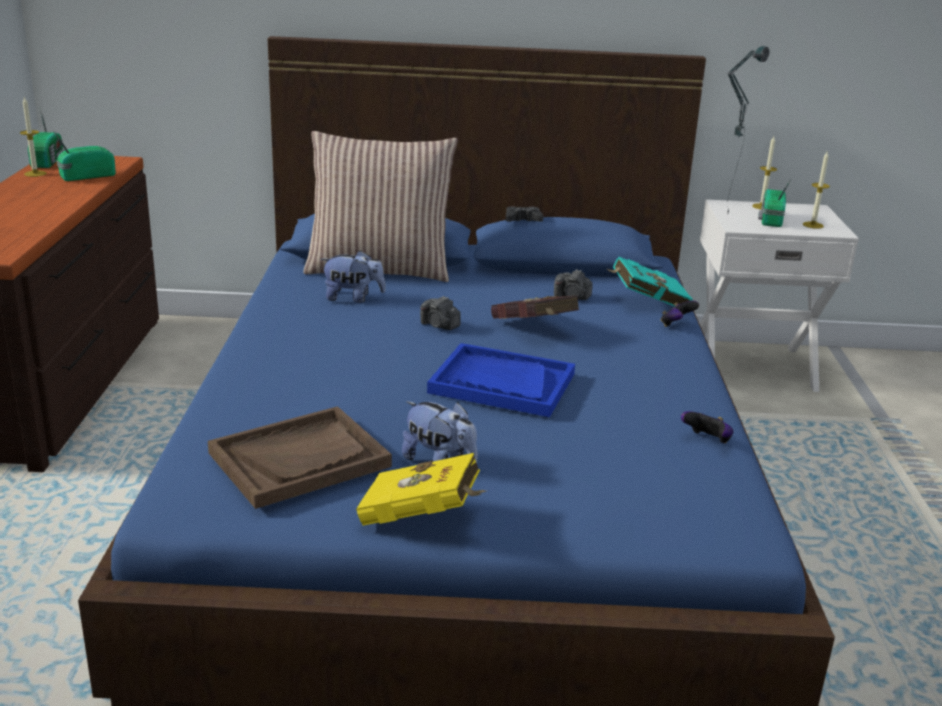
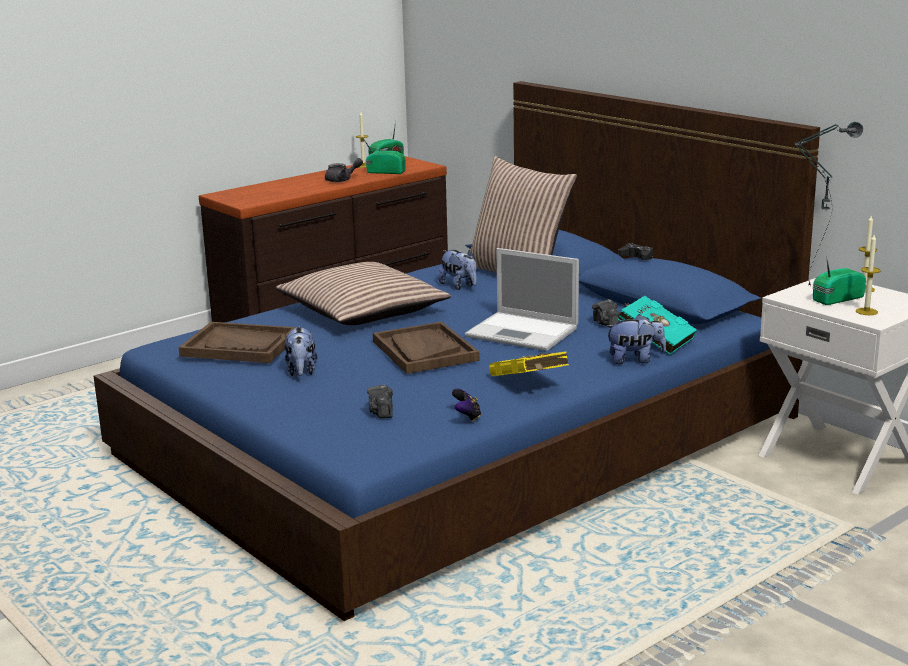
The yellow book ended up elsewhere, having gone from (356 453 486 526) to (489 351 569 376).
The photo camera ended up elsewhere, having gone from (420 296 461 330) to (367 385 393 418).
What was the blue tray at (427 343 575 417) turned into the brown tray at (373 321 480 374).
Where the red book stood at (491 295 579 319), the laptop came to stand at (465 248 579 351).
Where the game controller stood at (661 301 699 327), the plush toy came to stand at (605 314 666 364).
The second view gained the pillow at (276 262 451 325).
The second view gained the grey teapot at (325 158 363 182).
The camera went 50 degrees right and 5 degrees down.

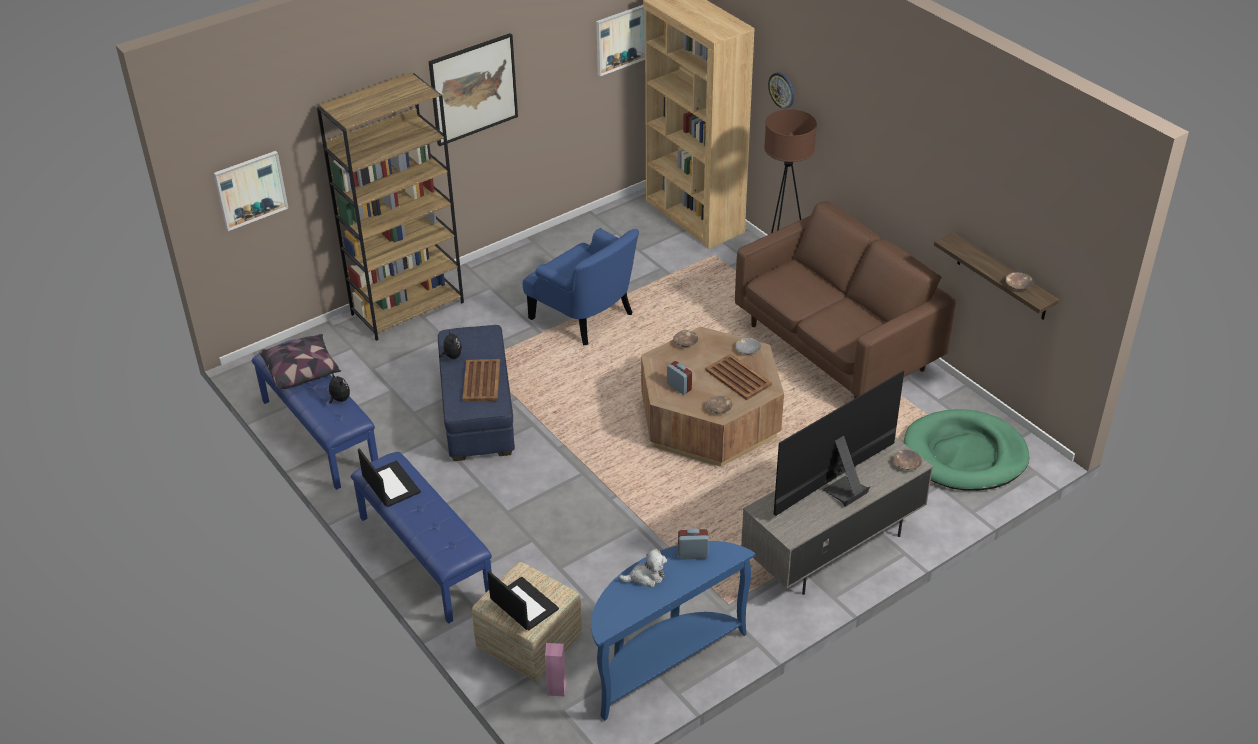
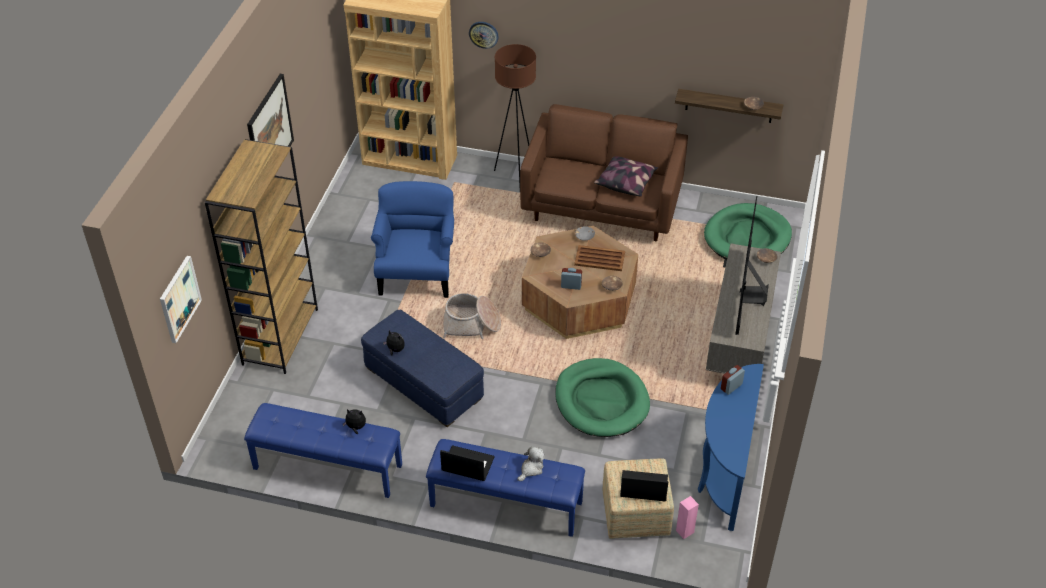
The pillow ended up elsewhere, having gone from (259 334 341 390) to (594 156 658 197).
The second view lost the brown tray at (463 359 500 401).
The blue armchair at (523 228 639 346) ended up facing another way, 90 degrees counterclockwise from before.
The second view lost the picture at (596 5 645 76).
The plush toy ended up elsewhere, having gone from (619 549 667 588) to (517 446 545 481).
The second view gained the basket at (443 293 501 339).
The second view gained the green dog bed at (555 358 650 437).
The camera went 40 degrees left and 5 degrees up.

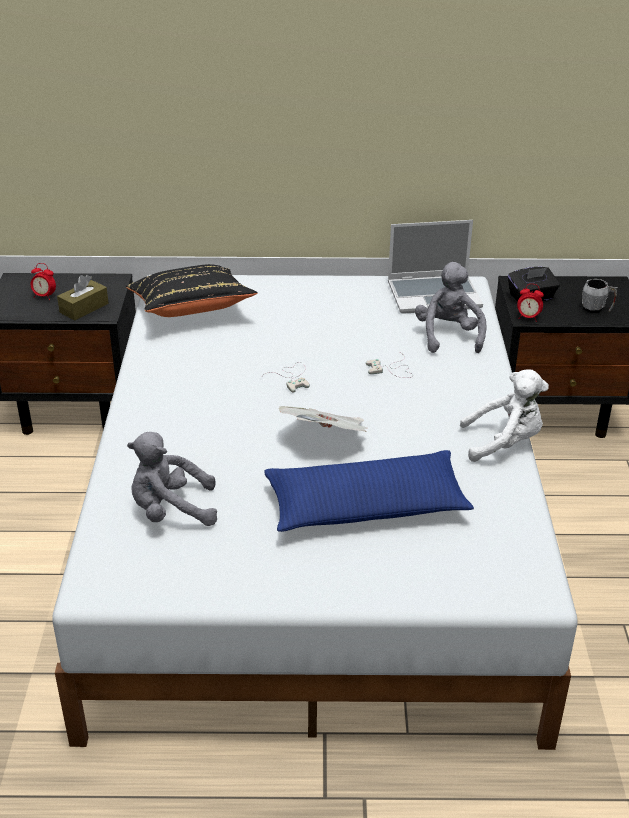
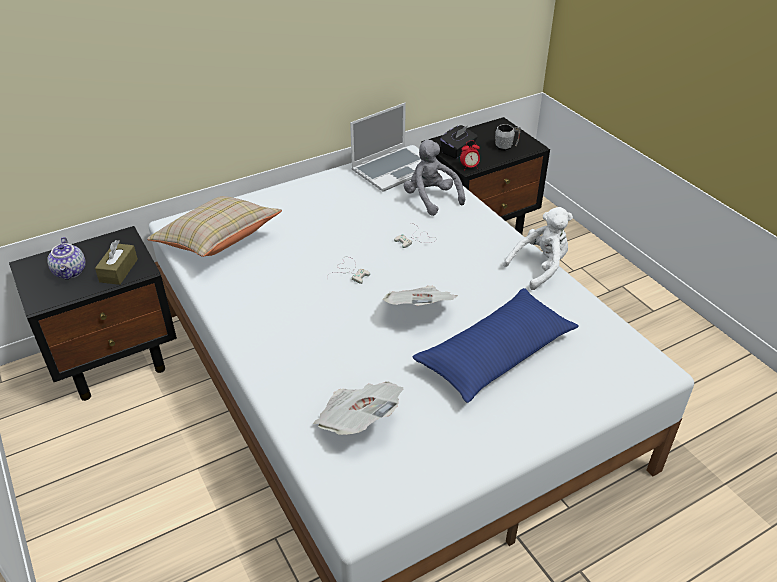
Where the alarm clock stood at (31 263 56 300), the teapot came to stand at (47 237 86 280).
What was the black pillow at (126 264 257 317) turned into the beige pillow at (147 196 282 257).
Where the grey plush toy stood at (127 432 217 526), the newspaper came to stand at (313 382 403 435).
The camera went 30 degrees left and 5 degrees up.

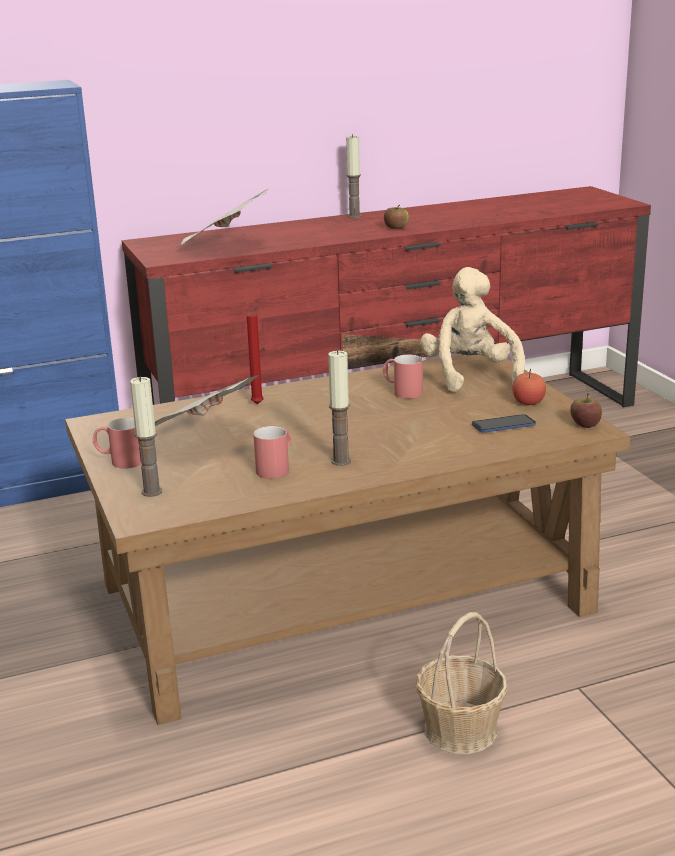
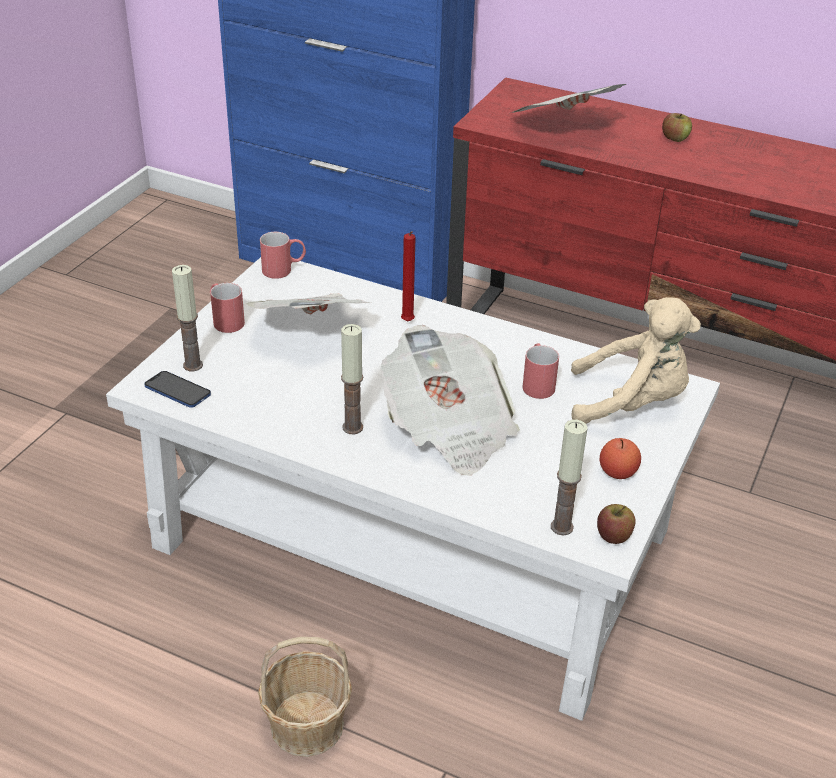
What was the brown coffee table at (65 355 630 725) turned into the white coffee table at (106 257 720 721).
The red mug ended up elsewhere, having gone from (253 426 291 479) to (260 232 306 279).
The candle ended up elsewhere, having gone from (346 134 361 218) to (551 420 588 535).
The apple ended up elsewhere, having gone from (384 204 409 229) to (662 113 692 142).
The beige plush toy at (420 267 525 392) ended up facing another way, 60 degrees clockwise from before.
The phone ended up elsewhere, having gone from (472 414 536 433) to (144 371 211 408).
The second view gained the newspaper at (380 325 520 476).
The camera went 45 degrees right and 15 degrees up.

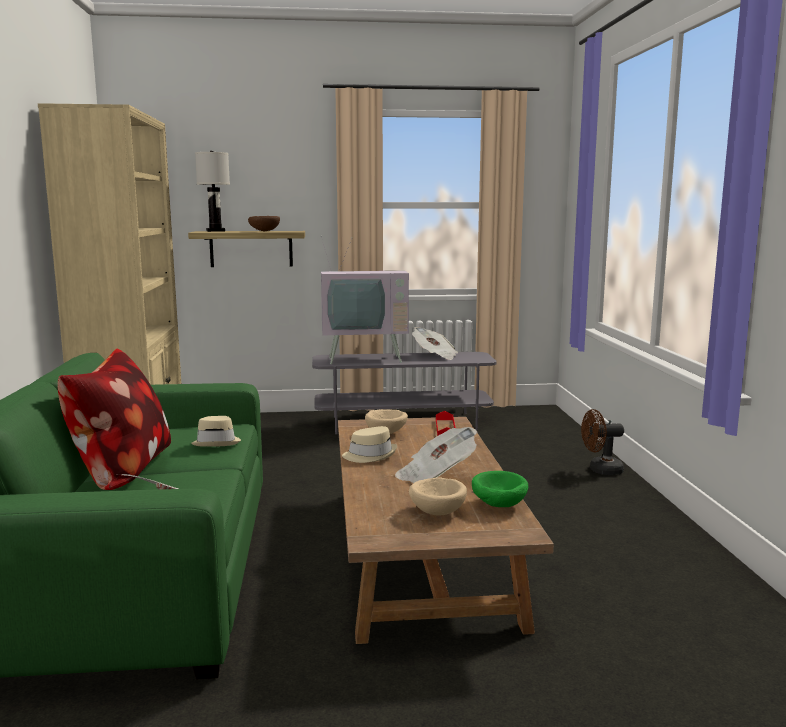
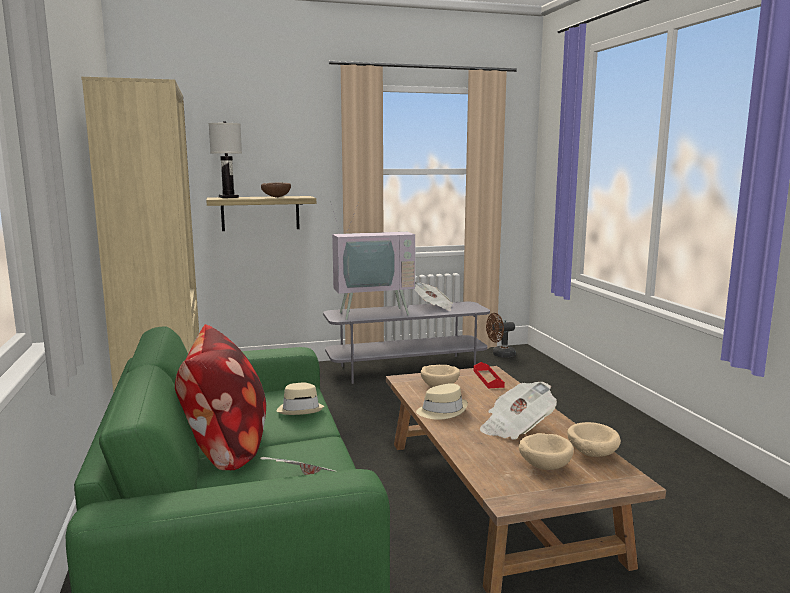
What was the green bowl at (472 471 528 507) turned into the beige bowl at (567 422 621 457).
The brown fan ended up elsewhere, having gone from (581 409 624 475) to (486 313 516 358).
The camera went 10 degrees left and 0 degrees up.

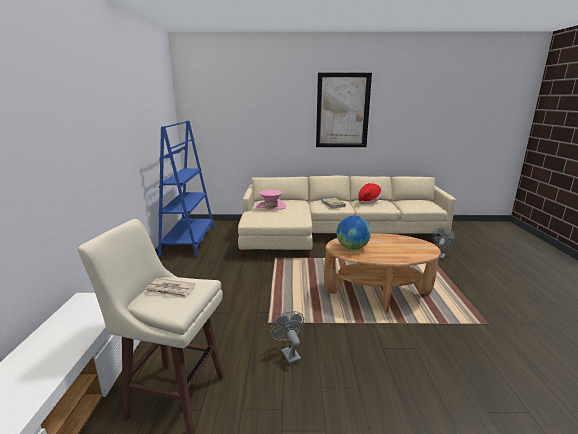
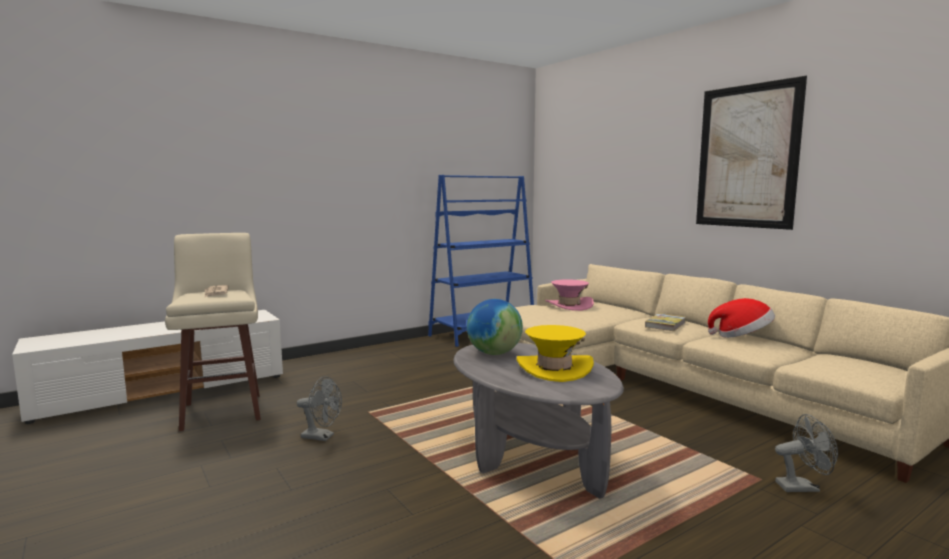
The grey fan at (270 311 304 364) ended up facing another way, 75 degrees clockwise from before.
What was the brown coffee table at (324 233 441 313) turned into the grey coffee table at (454 343 624 499).
The second view gained the yellow hat at (516 325 594 382).
The camera went 55 degrees right and 10 degrees down.

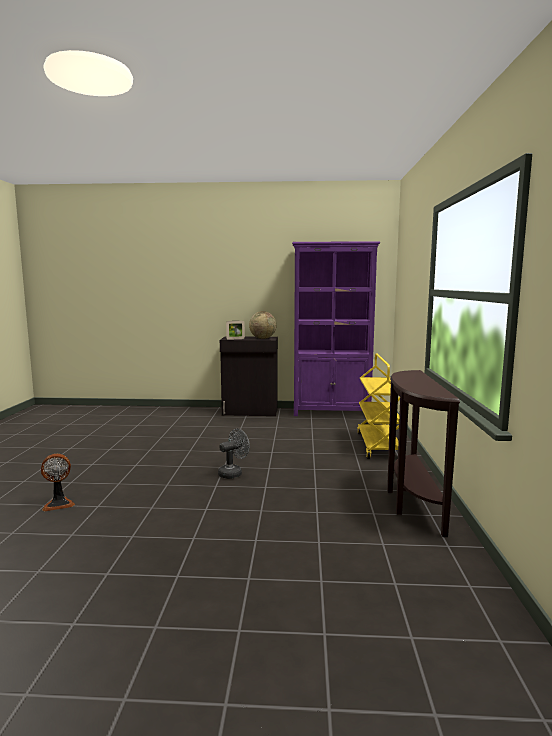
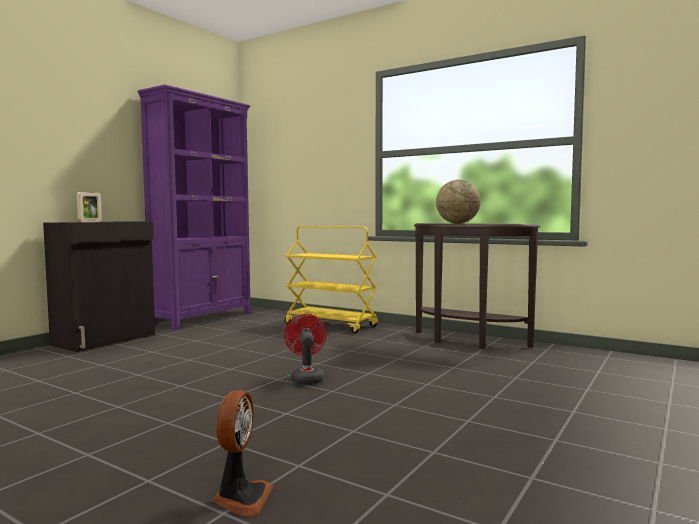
What was the grey fan at (218 428 250 479) turned into the red fan at (284 314 327 385).
The globe ended up elsewhere, having gone from (249 311 277 339) to (436 180 481 224).
The camera went 60 degrees left and 5 degrees down.

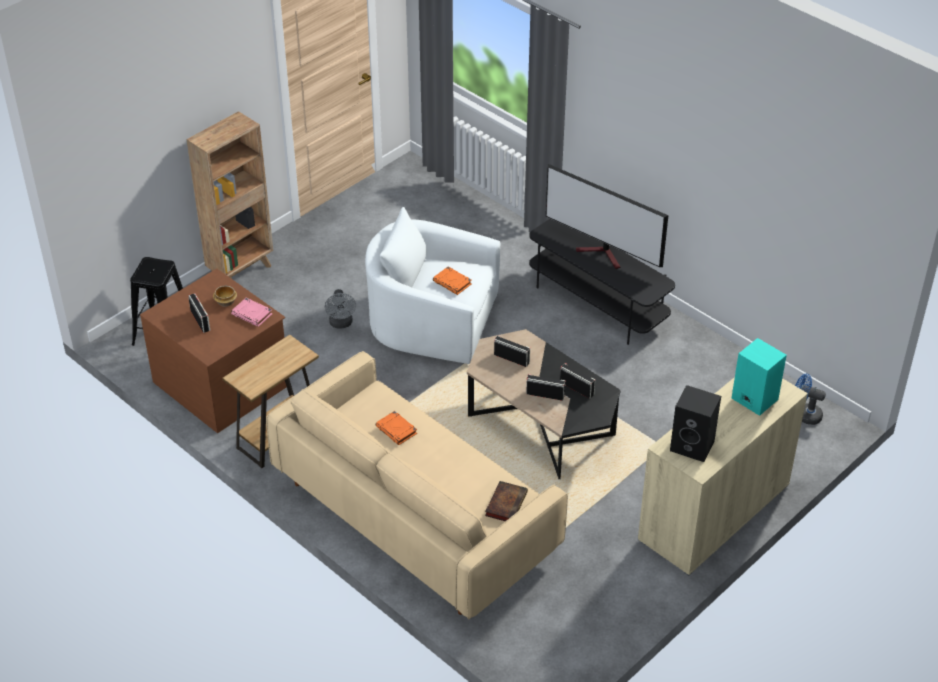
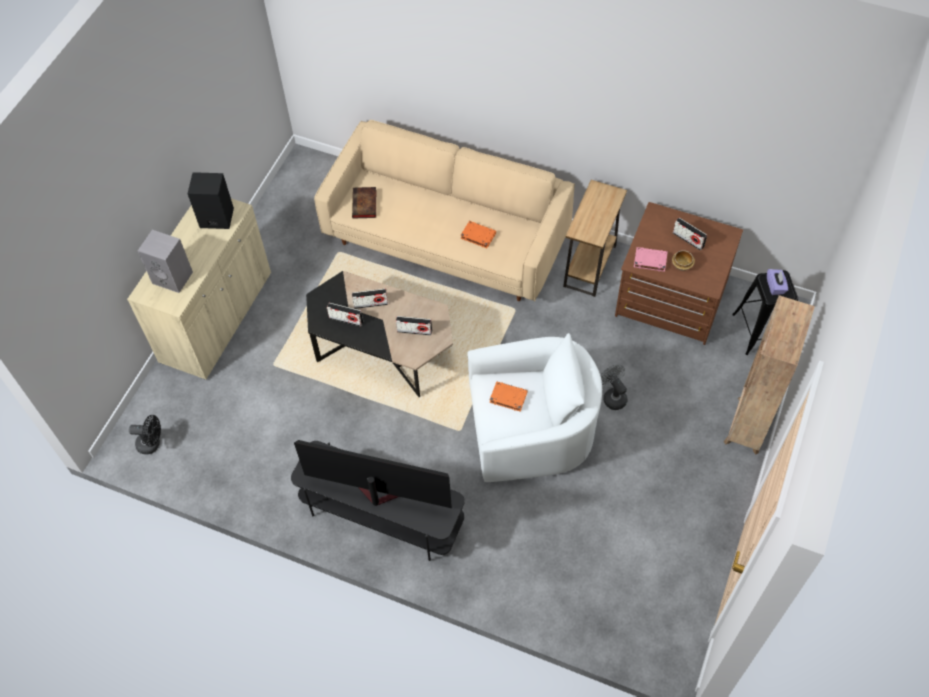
What was the turquoise speaker at (732 338 787 416) turned into the grey speaker at (138 230 193 293).
What was the blue fan at (795 374 826 425) turned into the black fan at (129 415 161 454).
The second view gained the purple tissue box at (767 269 788 295).
The camera went 160 degrees right and 15 degrees up.

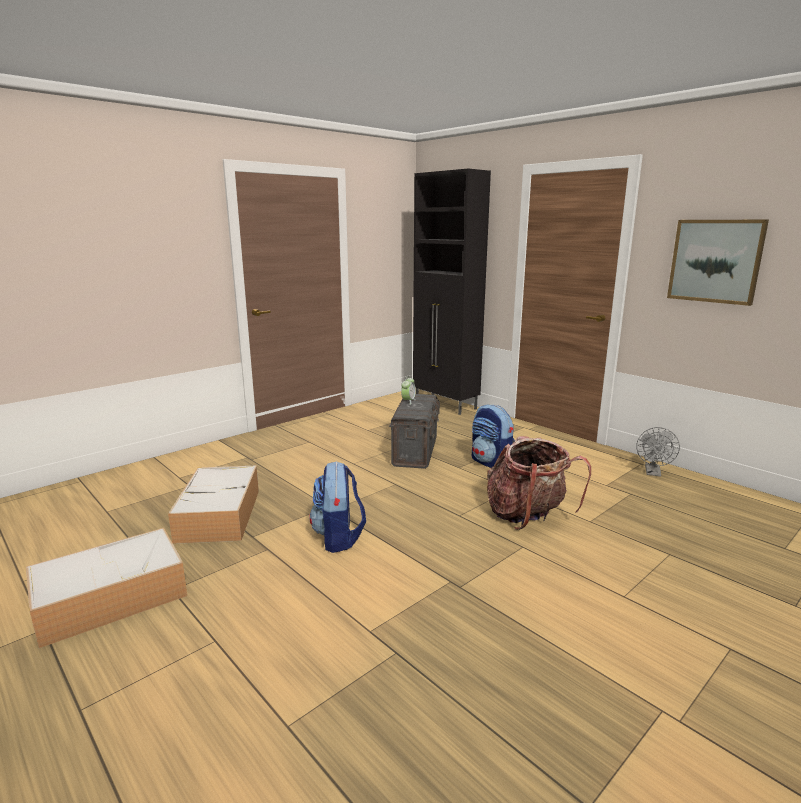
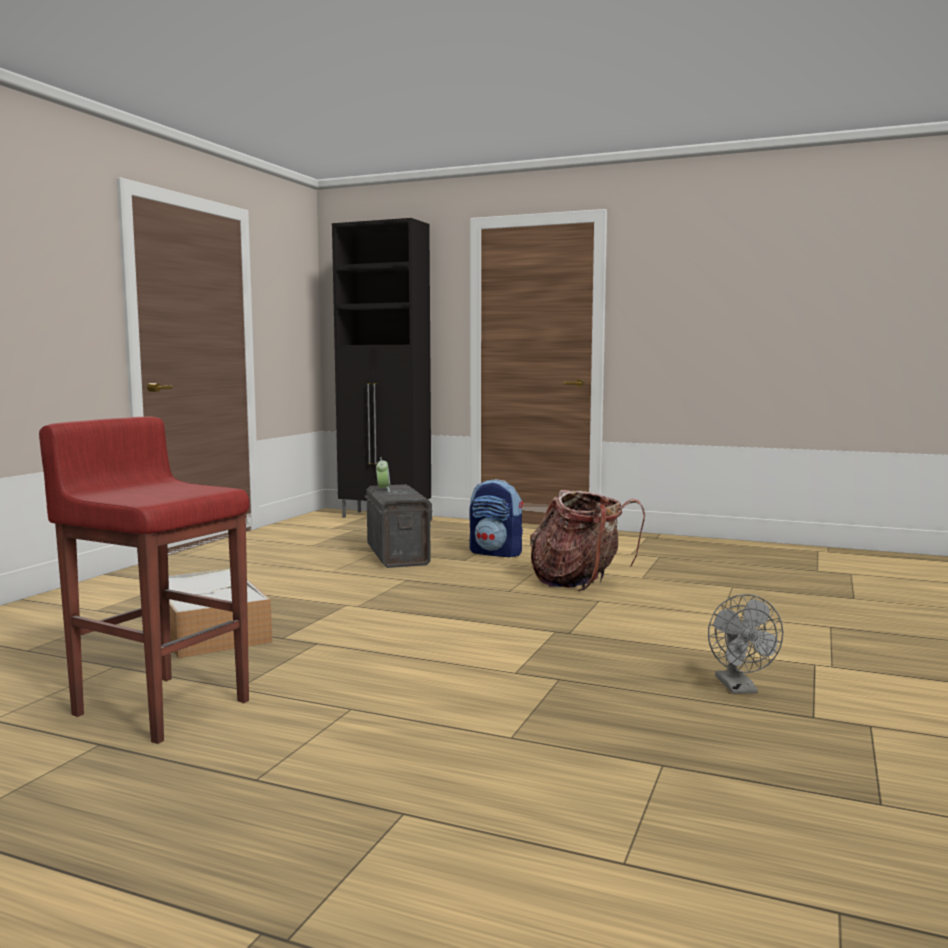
Where the storage box stood at (26 528 187 648), the red stool came to stand at (39 416 250 744).
The second view lost the backpack at (310 461 366 553).
The grey fan ended up elsewhere, having gone from (636 427 680 477) to (708 594 783 694).
The second view lost the picture at (667 220 769 306).
The camera went 25 degrees left and 10 degrees down.

